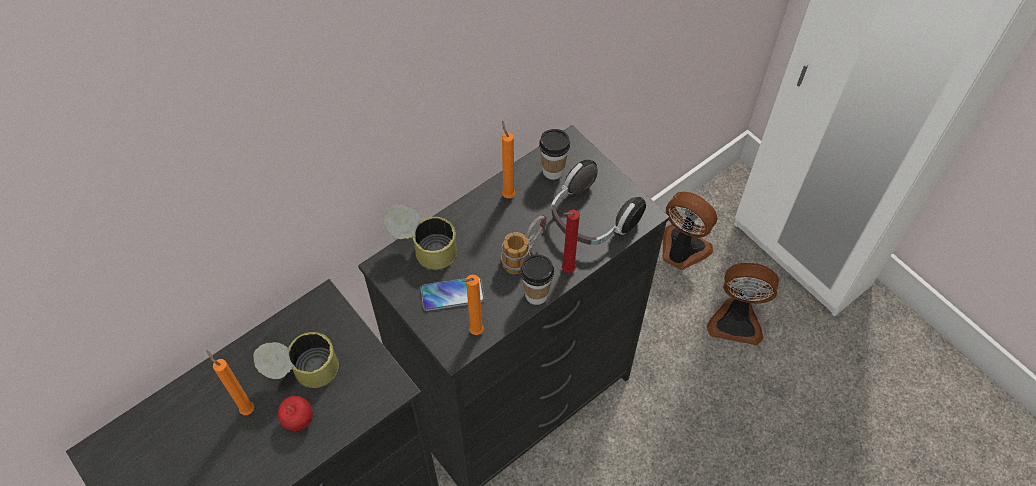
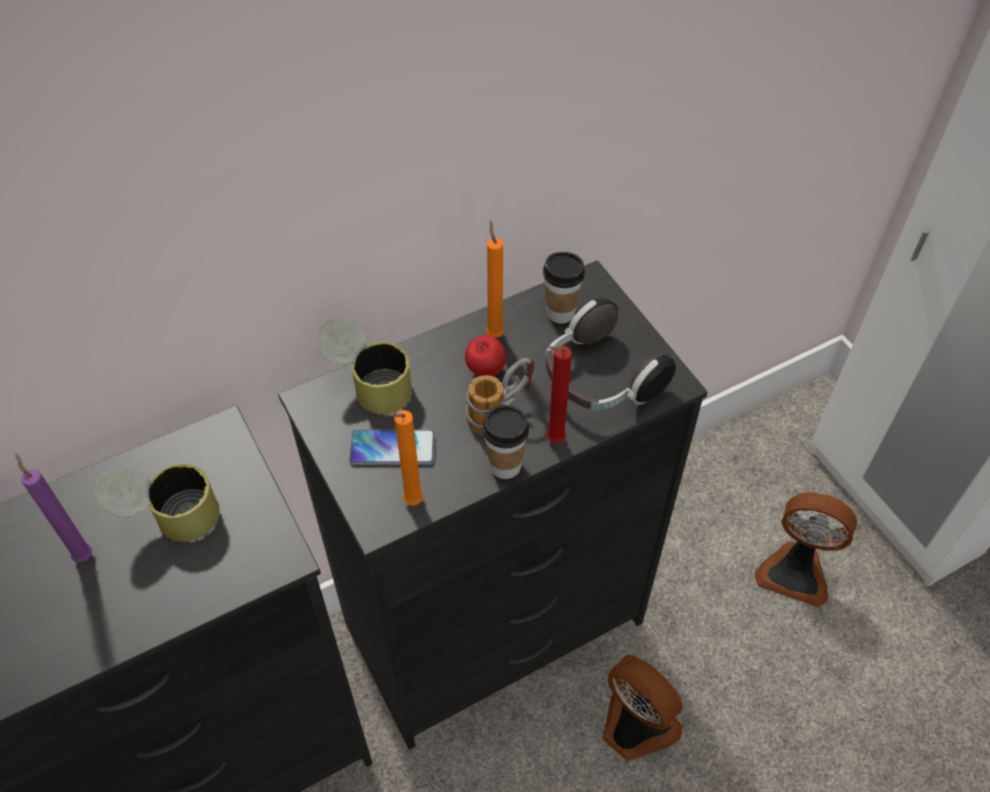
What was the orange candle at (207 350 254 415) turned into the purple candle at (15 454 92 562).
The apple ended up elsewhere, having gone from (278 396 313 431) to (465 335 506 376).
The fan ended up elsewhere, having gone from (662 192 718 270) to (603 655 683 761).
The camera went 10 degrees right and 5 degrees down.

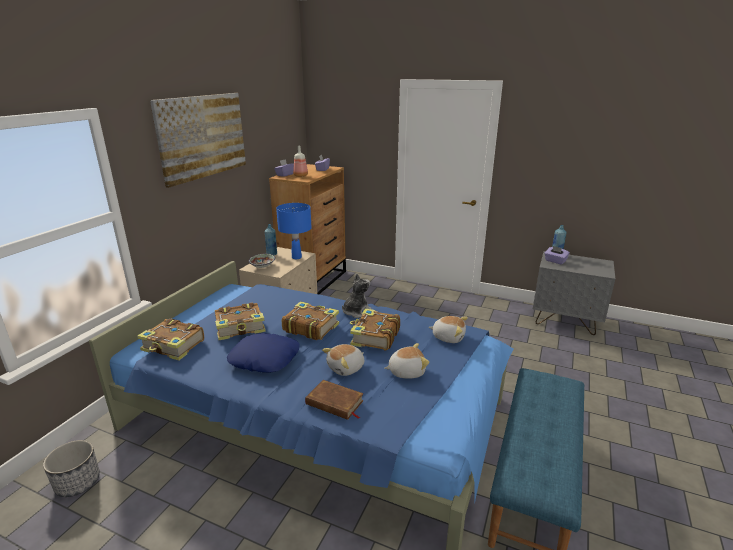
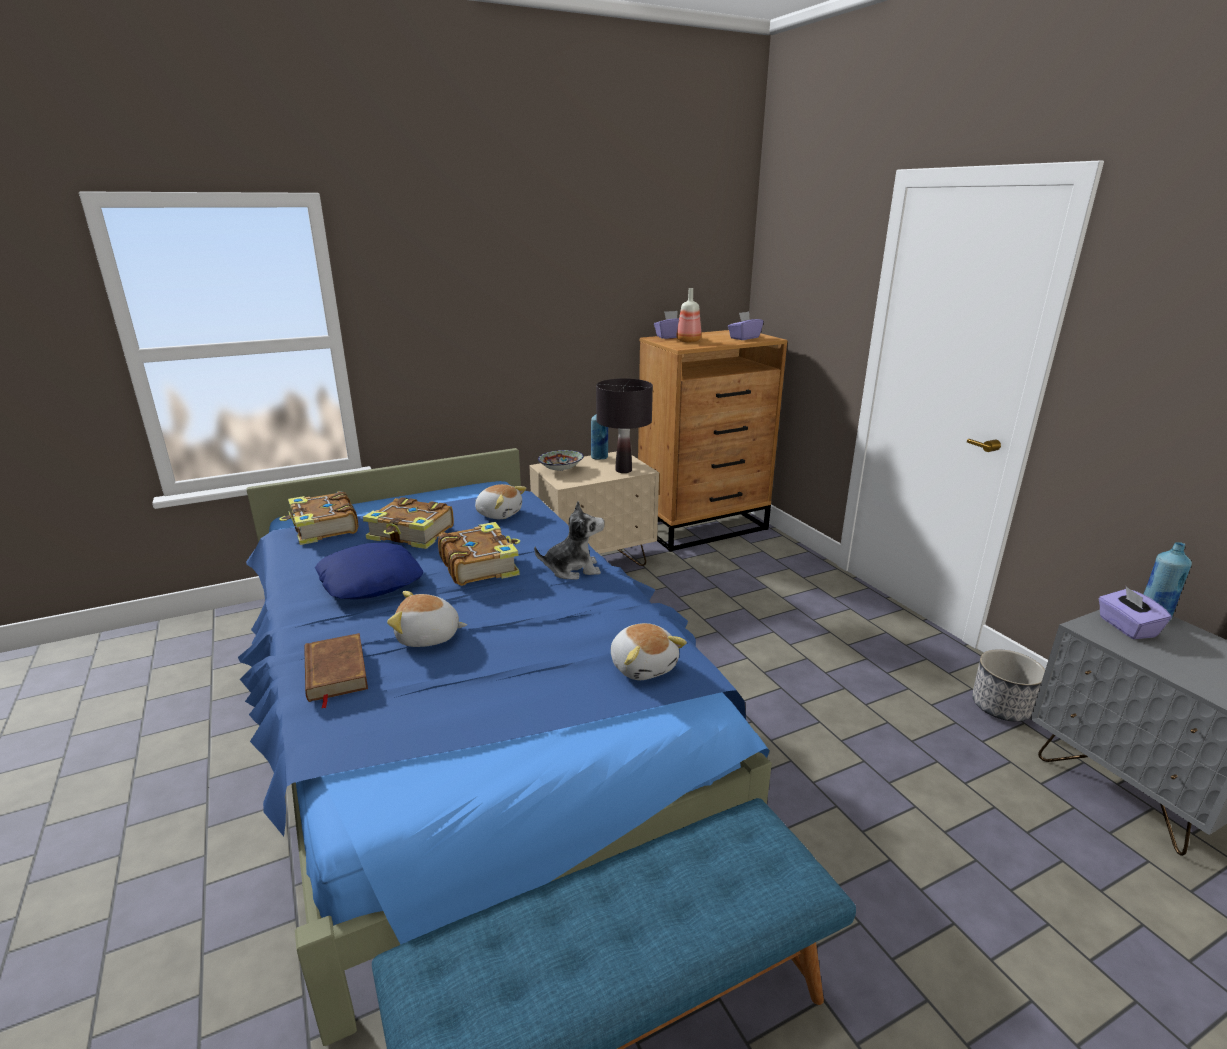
The planter ended up elsewhere, having gone from (43 440 100 497) to (972 649 1045 722).
The second view lost the picture at (150 93 246 188).
What was the blue table lamp at (276 203 312 259) turned into the black table lamp at (596 378 653 473).
The second view lost the book at (350 309 400 350).
The plush toy ended up elsewhere, having gone from (385 343 429 379) to (475 484 526 519).
The camera went 40 degrees right and 0 degrees up.

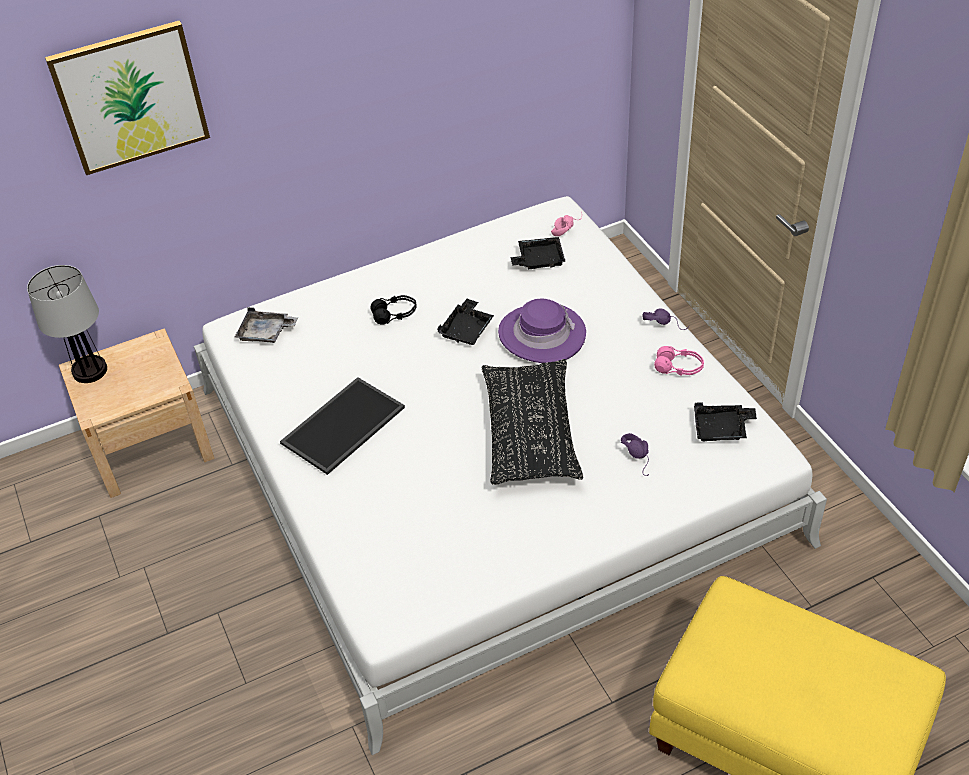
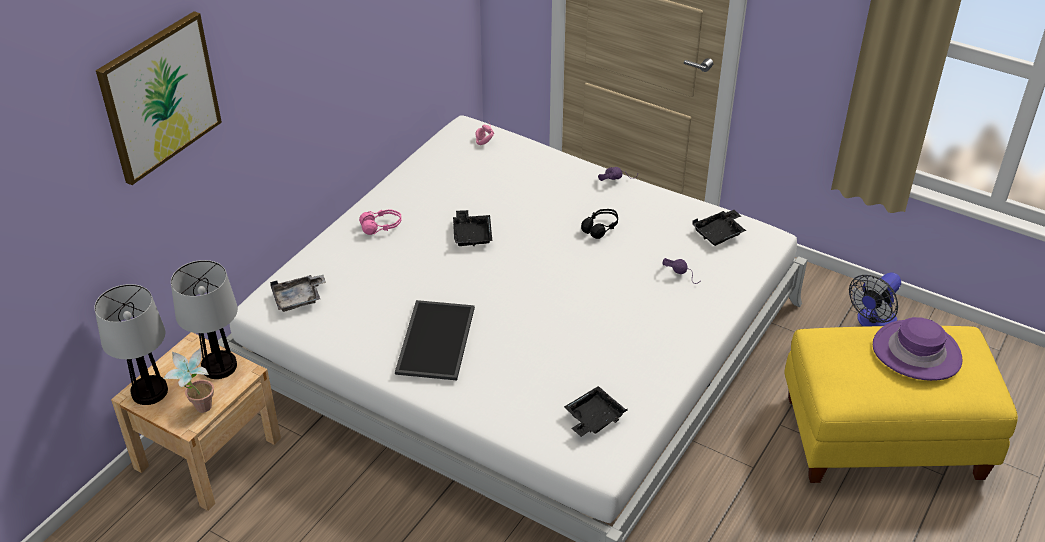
The black headphones ended up elsewhere, having gone from (371 295 417 325) to (581 209 618 239).
The second view lost the black pillow at (482 359 583 485).
The purple hat ended up elsewhere, having gone from (498 299 586 363) to (873 317 962 381).
The black tray ended up elsewhere, having gone from (511 237 566 269) to (564 386 627 437).
The pink headphones ended up elsewhere, having gone from (654 346 704 376) to (359 209 402 235).
The second view gained the potted plant at (163 348 214 413).
The second view gained the table lamp at (171 260 238 379).
The second view gained the fan at (849 272 901 327).
The camera went 35 degrees left and 5 degrees down.

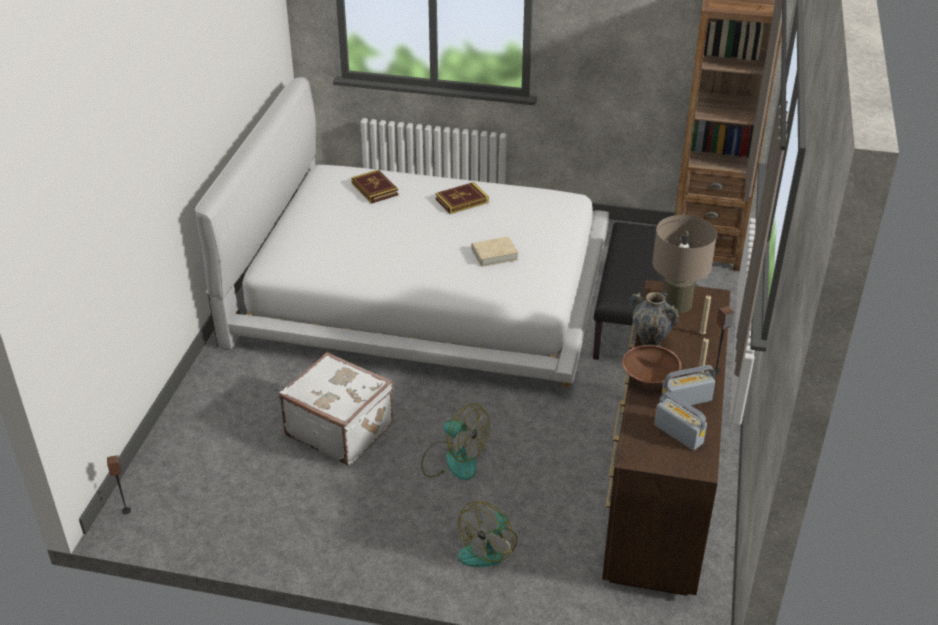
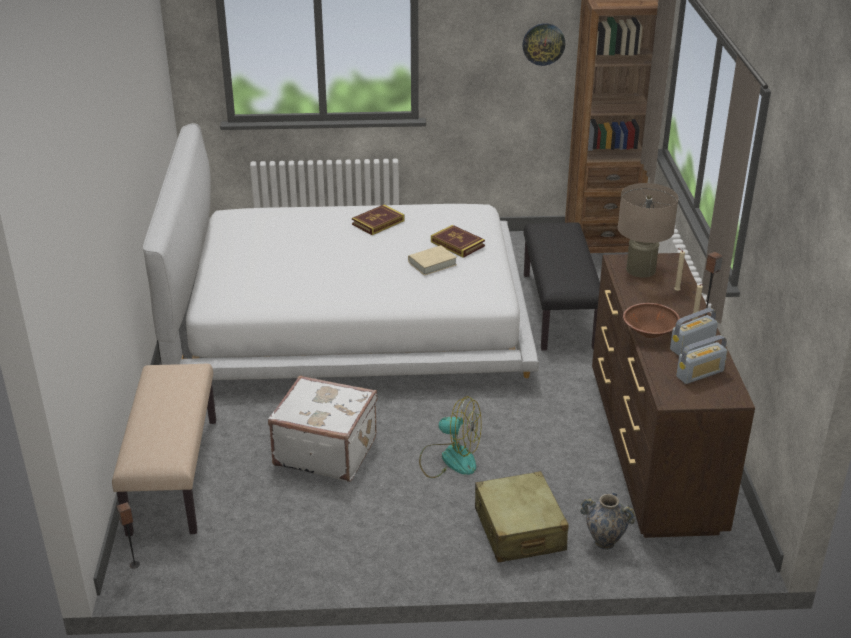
The book ended up elsewhere, having gone from (351 170 398 204) to (431 225 485 258).
Where the fan stood at (458 502 517 567), the beige suitcase came to stand at (475 471 569 562).
The vase ended up elsewhere, having gone from (629 292 679 346) to (580 493 635 550).
The radio at (654 392 707 450) ended up facing another way, 120 degrees clockwise from before.
The second view gained the beige bench at (112 364 216 536).
The second view gained the wall clock at (522 23 565 66).
The camera went 15 degrees left and 5 degrees down.

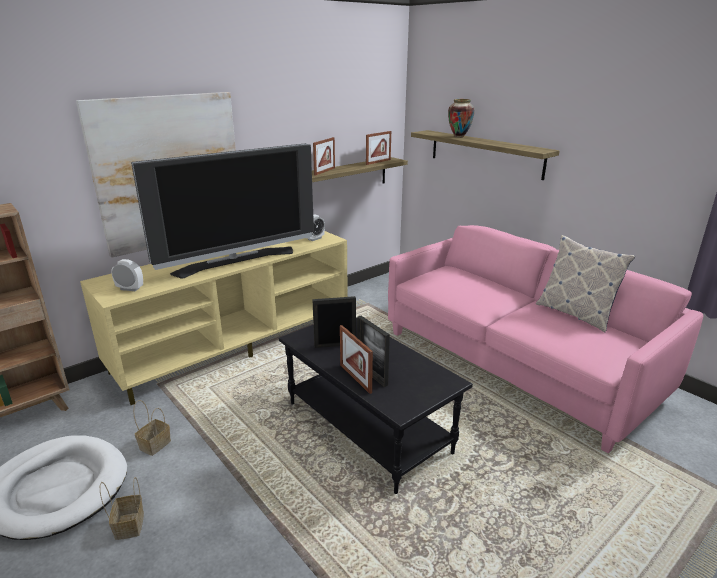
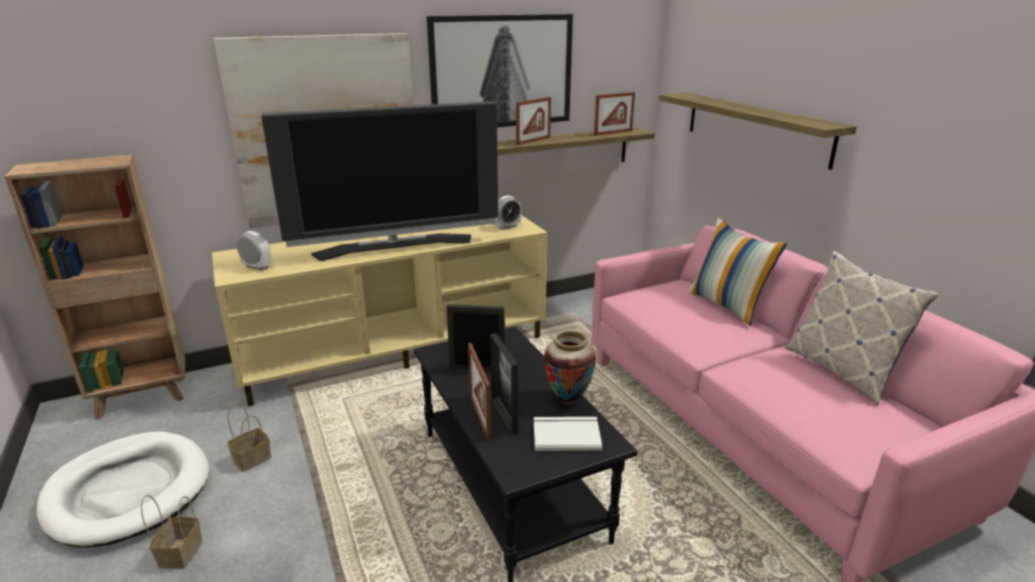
The vase ended up elsewhere, having gone from (448 99 475 138) to (544 330 596 404).
The second view gained the picture at (427 14 573 127).
The second view gained the white book at (533 417 602 451).
The second view gained the pillow at (688 218 787 326).
The camera went 15 degrees right and 0 degrees up.

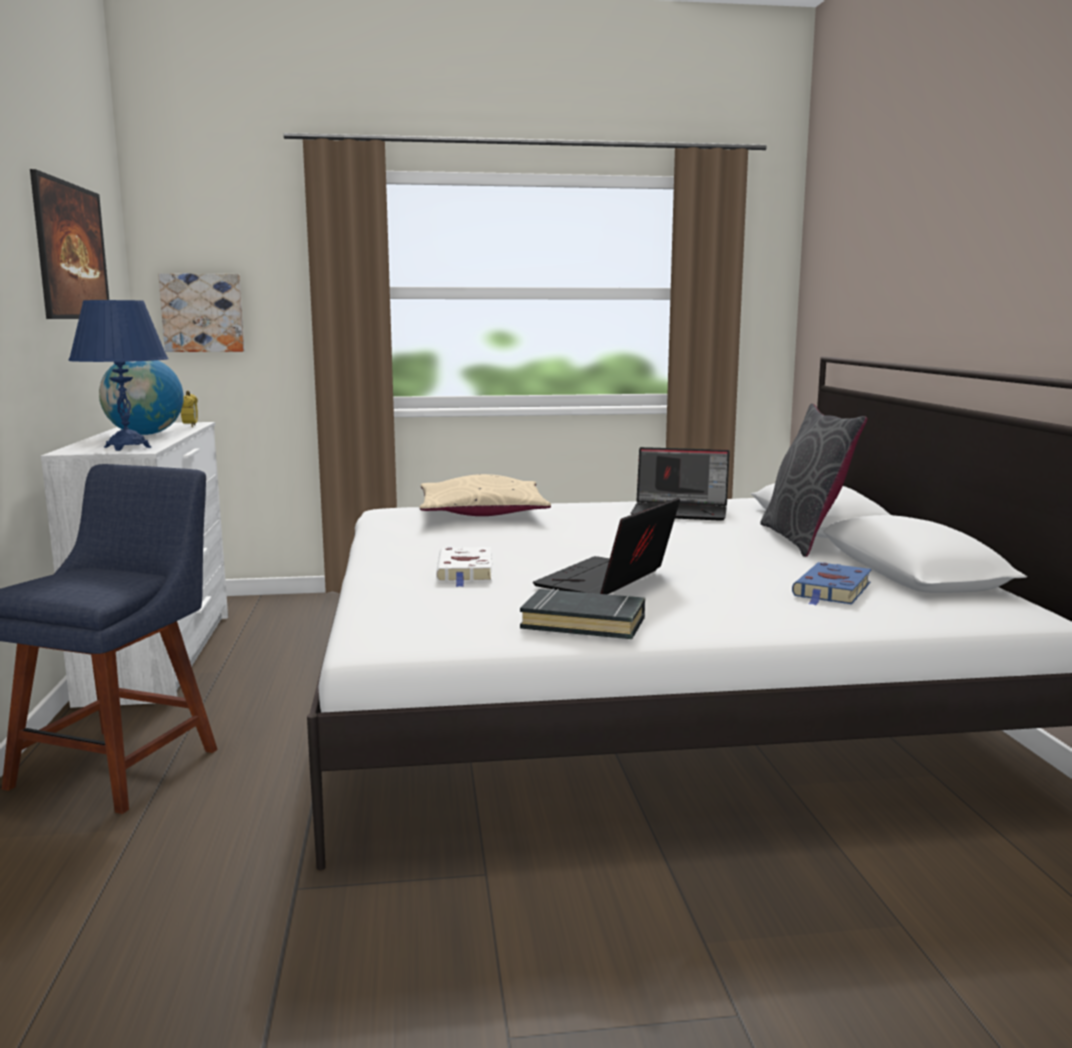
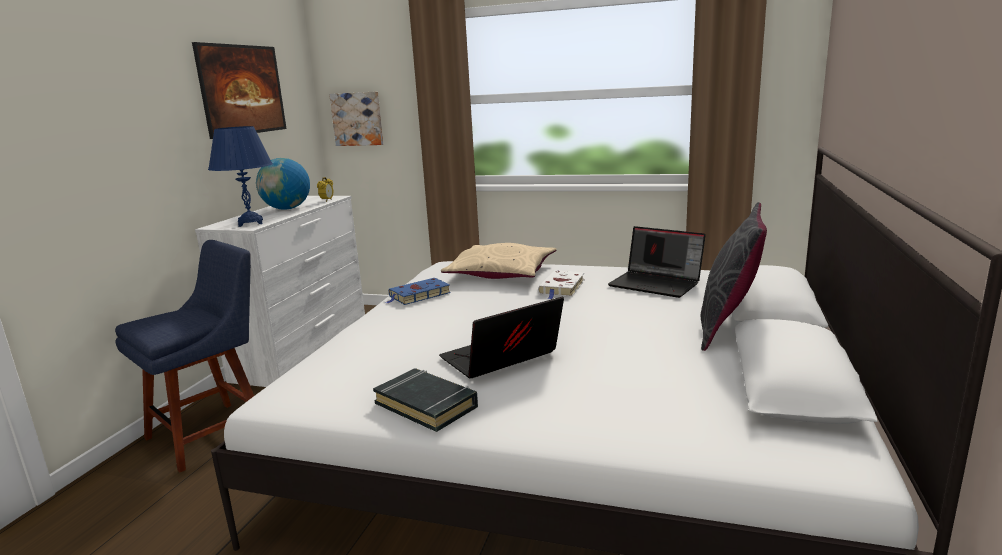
The white book ended up elsewhere, having gone from (436 547 492 587) to (538 270 585 299).
The blue book ended up elsewhere, having gone from (792 562 872 605) to (386 278 451 305).
The camera went 25 degrees right and 5 degrees up.

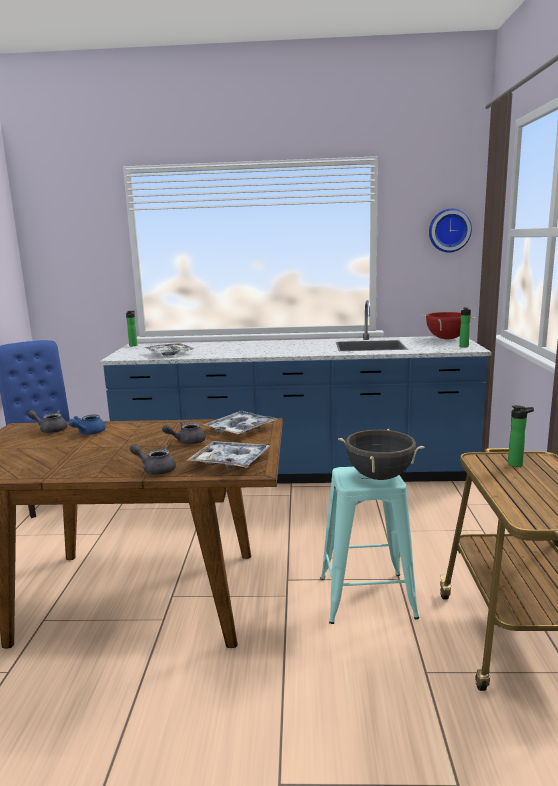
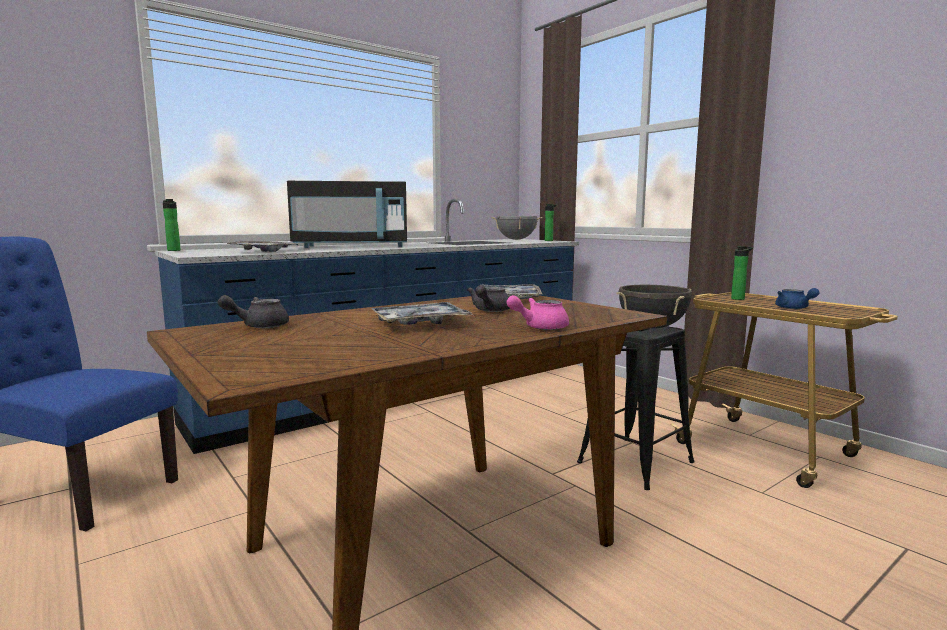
The blue teapot ended up elsewhere, having gone from (69 414 106 435) to (775 288 820 309).
What was the grey teapot at (130 444 176 475) turned into the pink teapot at (506 295 569 330).
The tray ended up elsewhere, having gone from (187 441 270 468) to (371 302 473 325).
What was the turquoise stool at (320 467 419 624) turned into the black stool at (577 327 695 490).
What was the red cooking pot at (422 312 476 339) turned into the grey cooking pot at (491 216 542 240).
The second view lost the wall clock at (429 208 472 252).
The second view gained the black microwave at (287 181 407 248).
The camera went 40 degrees left and 5 degrees down.

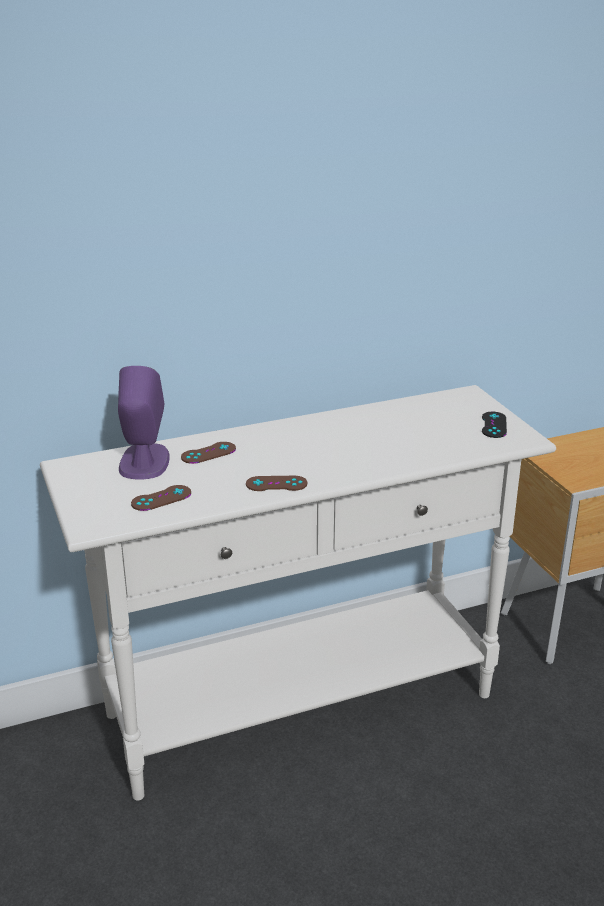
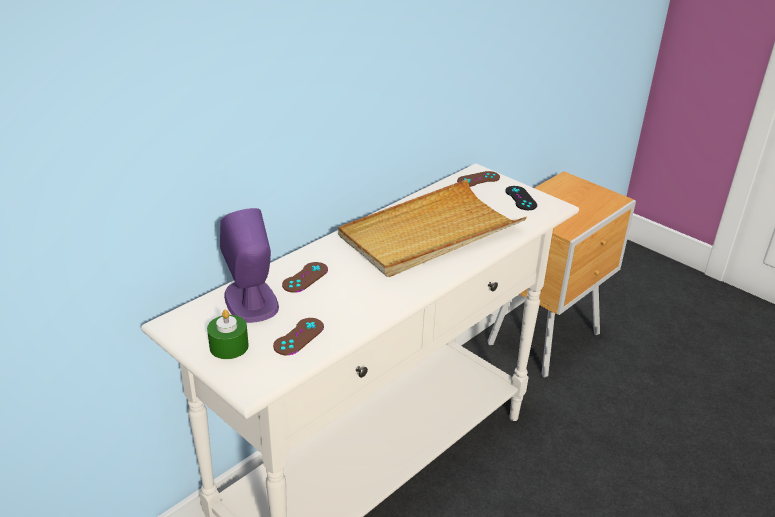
The brown game controller ended up elsewhere, having gone from (246 476 307 491) to (457 171 500 187).
The second view gained the green candle at (207 310 249 359).
The second view gained the beige tray at (338 179 527 277).
The camera went 25 degrees left and 5 degrees up.

